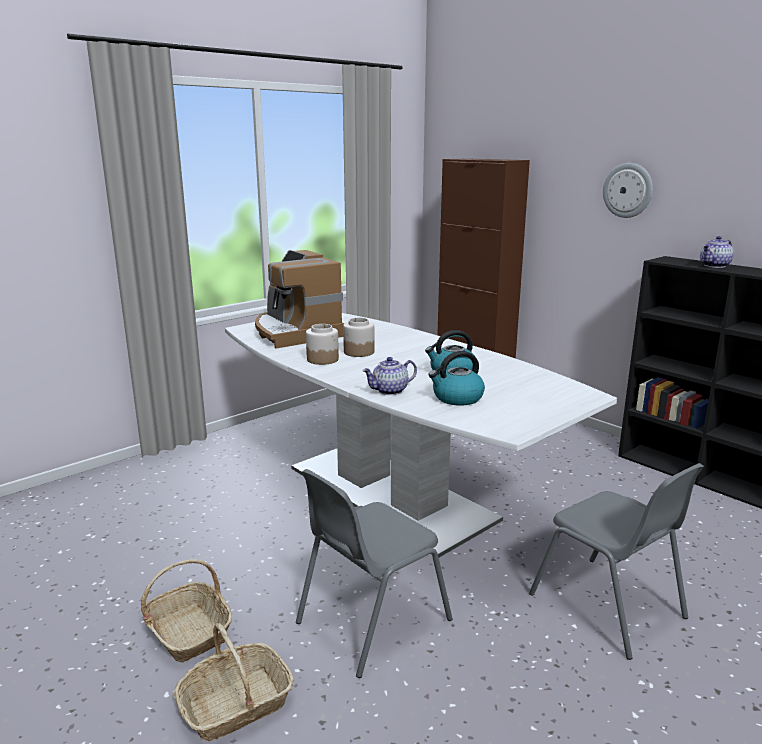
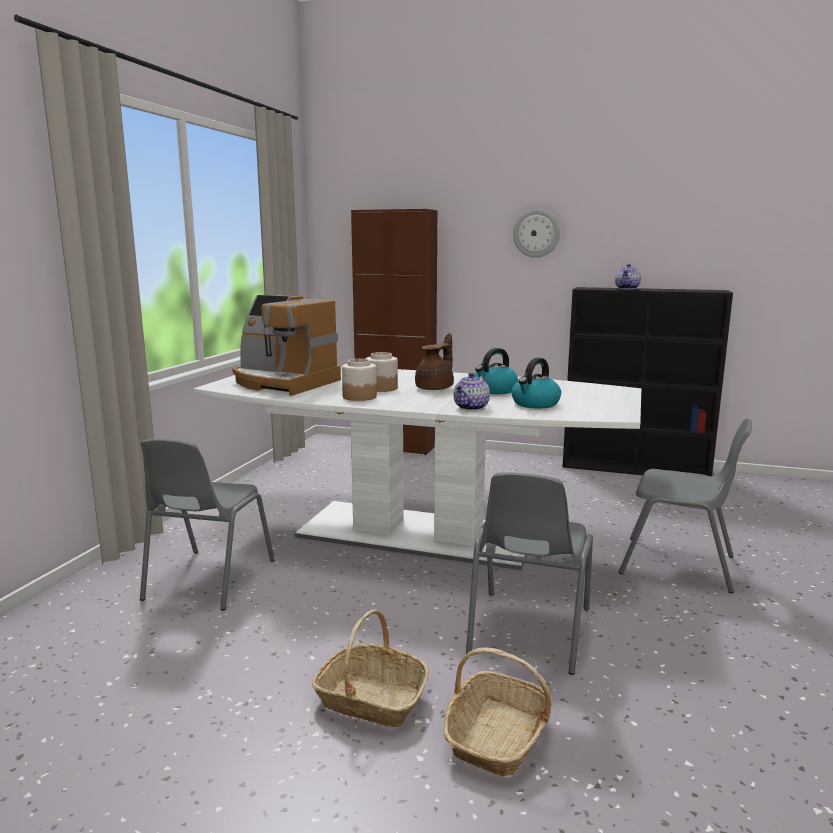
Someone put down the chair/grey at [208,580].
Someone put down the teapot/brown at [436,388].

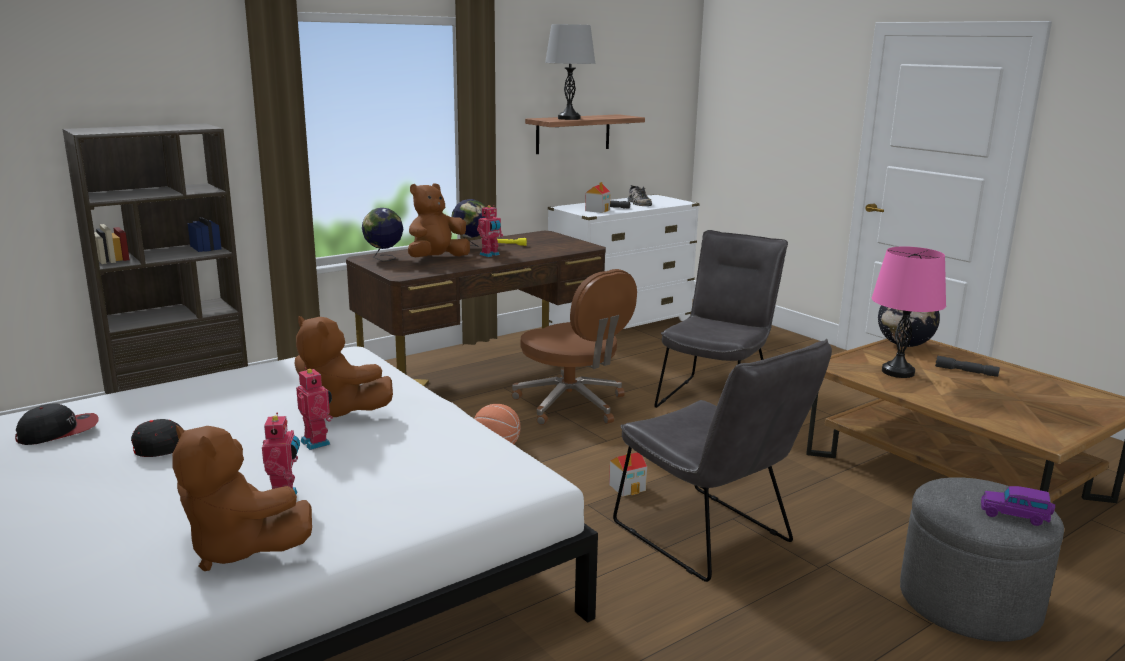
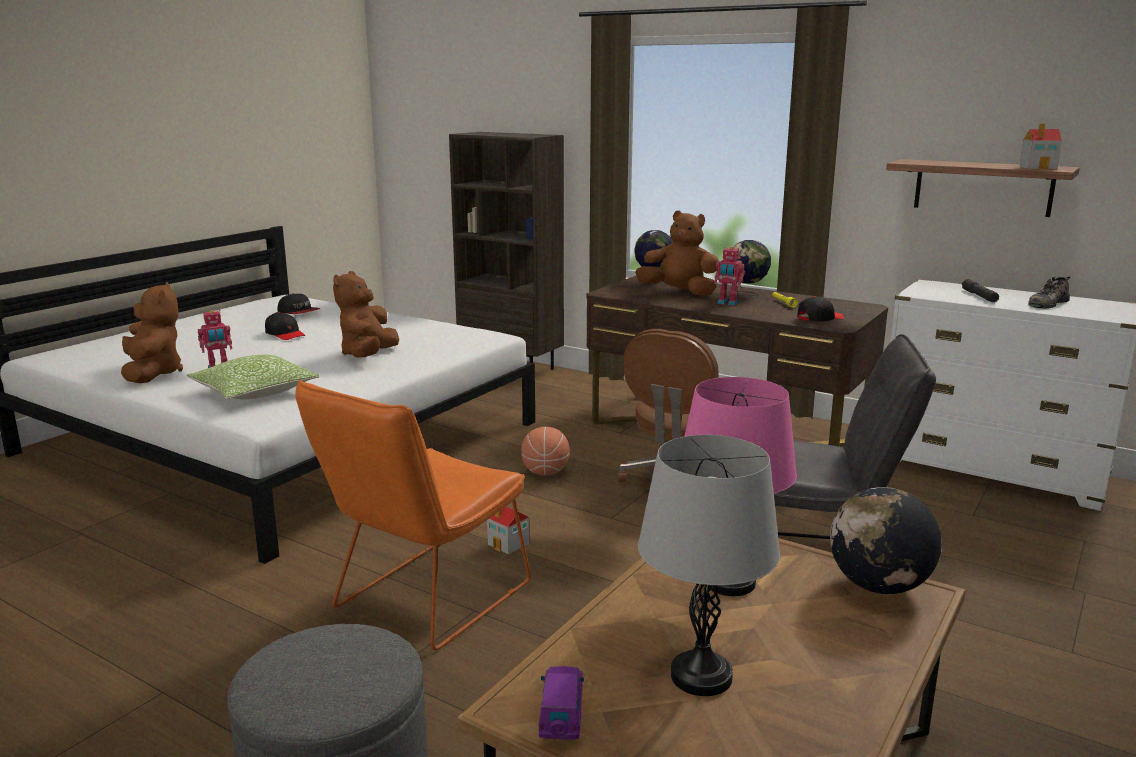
Someone rotated the plush toy/brown at [238,549] by 150 degrees clockwise.
Someone put down the pillow at [254,392].
Someone repainted the chair/grey at [710,538], which became the chair/orange at [424,601].
Someone carried the toy car/purple from [1015,516] to [561,716].
Someone carried the table lamp/grey from [569,118] to [701,676].
Someone put down the cap/black at [819,318].
Someone carried the toy house from [597,210] to [1038,167].
Someone took away the toy robot at [317,442].
Someone took away the flashlight/grey at [966,371].

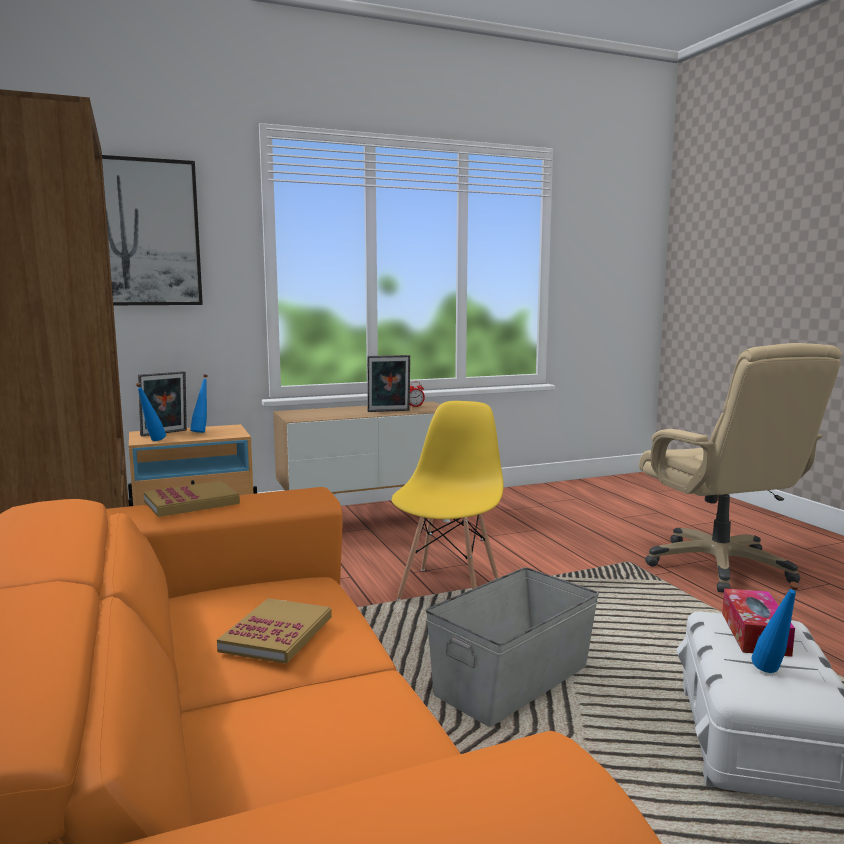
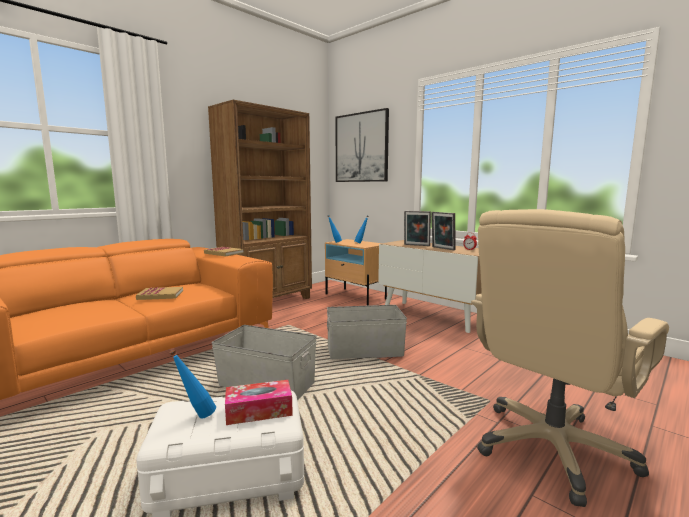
Someone swapped the chair/yellow at [449,588] for the storage box/grey at [365,351].
Someone carried the picture frame from [165,433] to [416,245].

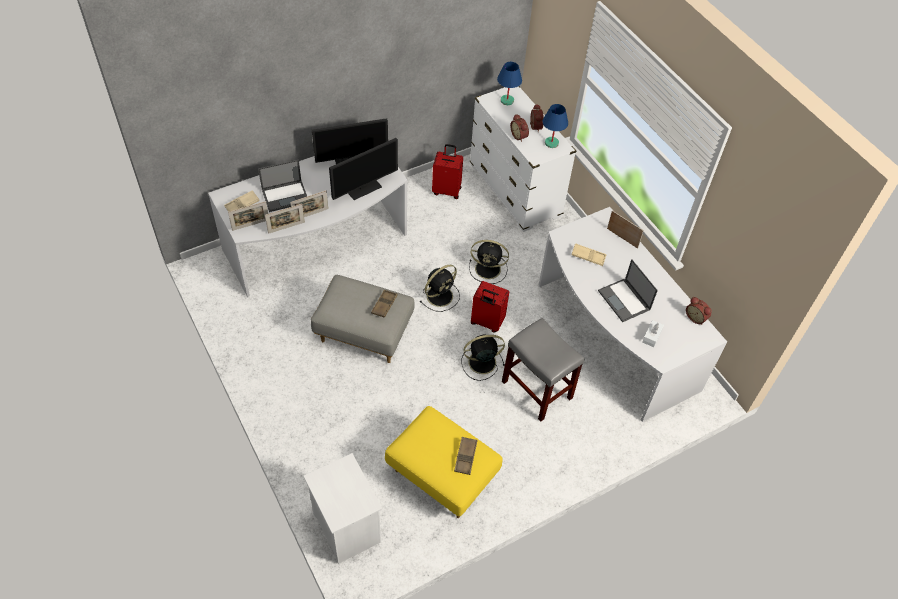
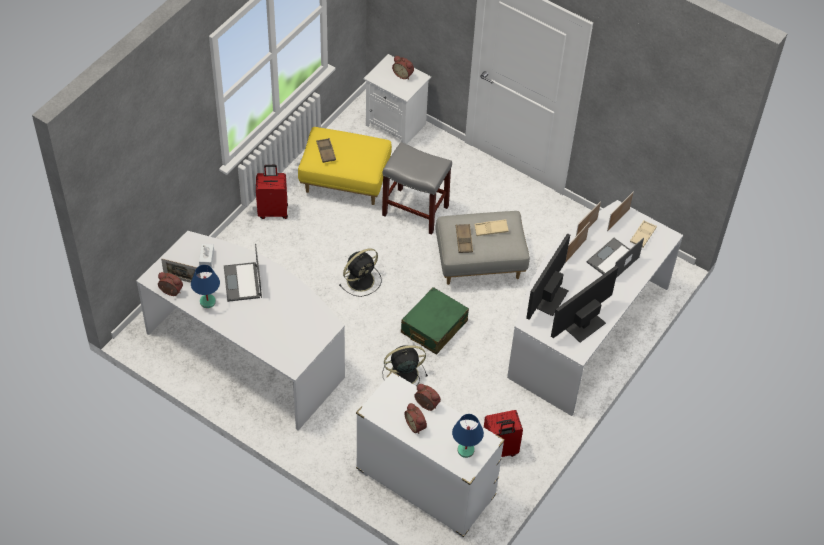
Someone carried the picture frame from [622,238] to [182,280].
Someone carried the table lamp/blue from [551,143] to [208,301].
Someone rotated the laptop at [624,300] by 135 degrees counterclockwise.
Someone carried the suitcase/red from [486,322] to [273,211].
Someone carried the stool/grey from [536,389] to [416,210].
Someone put down the alarm clock at [403,74].
Someone swapped the fan/black at [440,295] for the suitcase/green at [434,327].
Someone carried the tray/beige from [588,256] to [491,229].

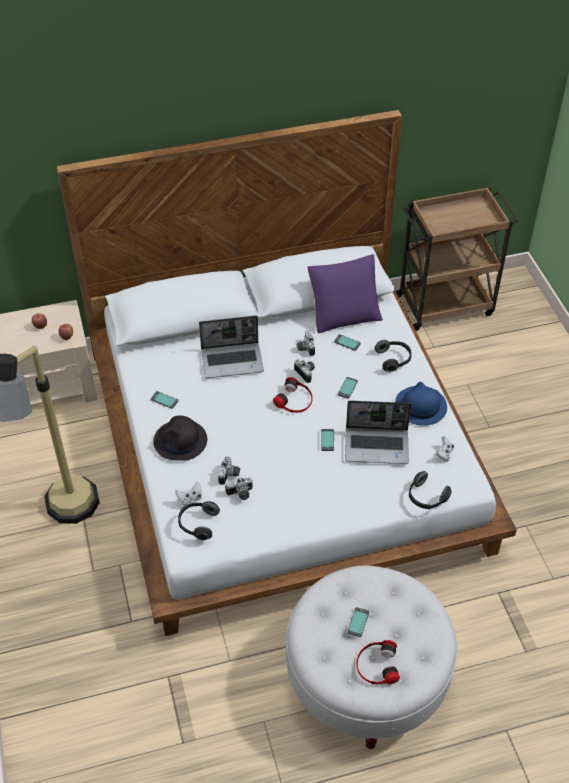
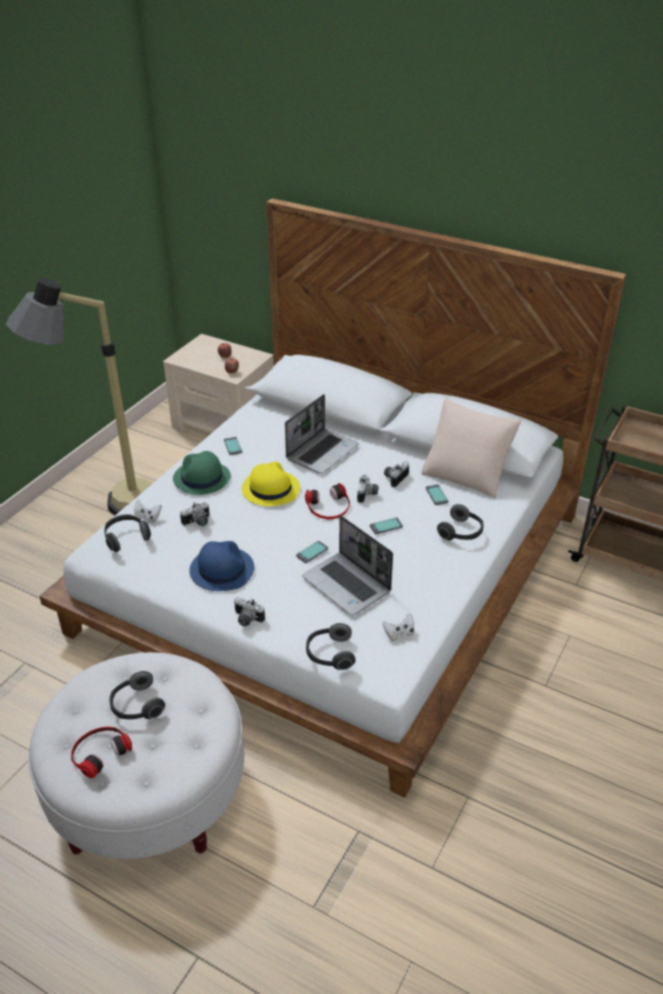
Someone swapped the phone at [358,622] for the headphones at [136,706].
Someone repainted the hat/black at [180,441], which became the hat/green at [201,478].
Someone carried the hat/blue from [420,406] to [221,569].
Someone carried the photo camera from [240,494] to [246,619].
Someone put down the hat/yellow at [270,489].
Someone rotated the laptop at [233,360] by 90 degrees counterclockwise.
Someone repainted the pillow/purple at [344,313], which became the pillow/beige at [466,474].

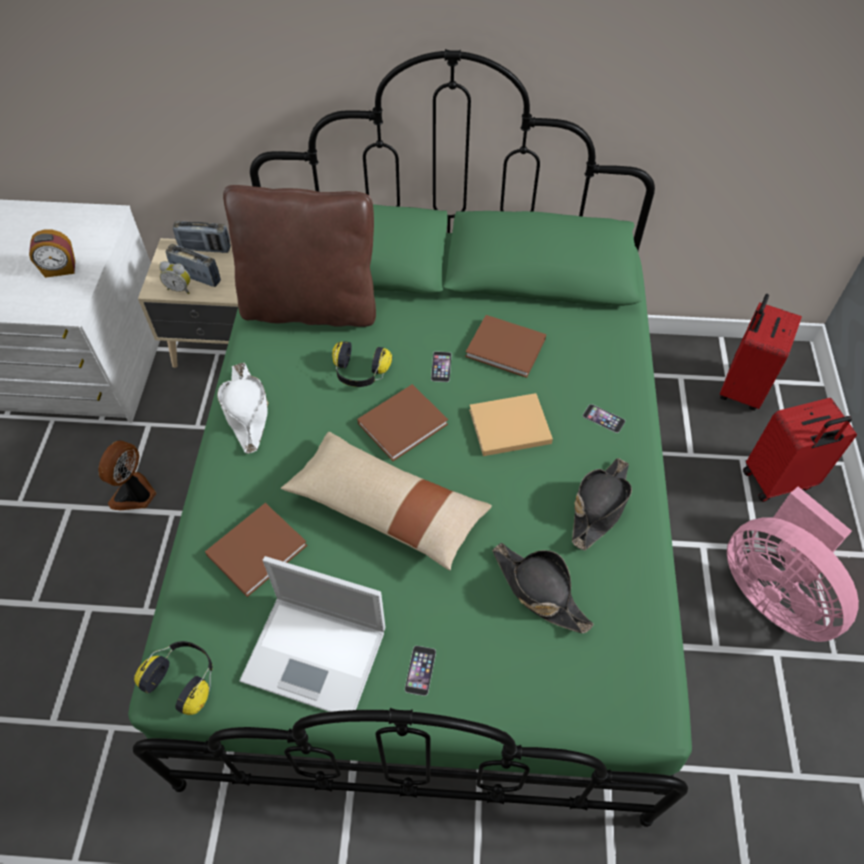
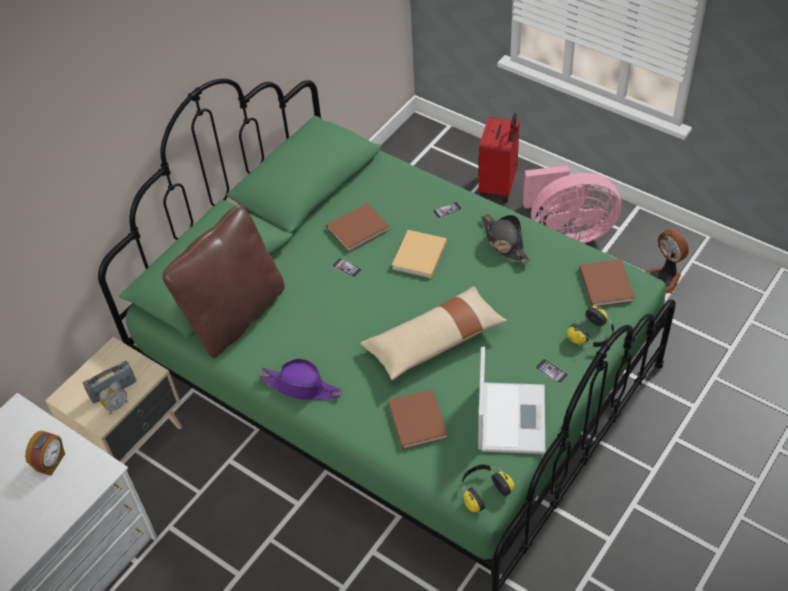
Someone repainted the hat/white at [246,412], which became the hat/purple at [301,387].
Someone rotated the laptop at [317,655] by 45 degrees counterclockwise.
Someone carried the headphones from [359,373] to [592,335].
Someone carried the book/brown from [405,422] to [605,283].
Someone carried the fan from [135,494] to [665,277].
Someone took away the radio at [205,248].
Someone took away the hat/black at [539,590].
Someone took away the suitcase/red at [741,388].

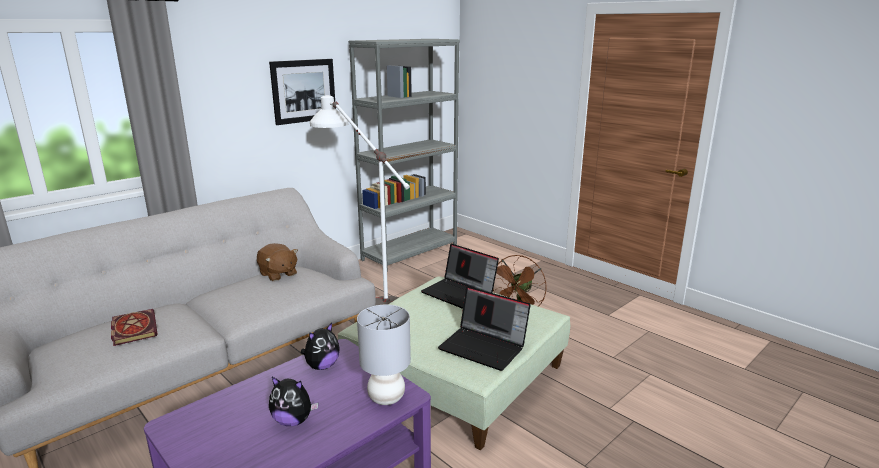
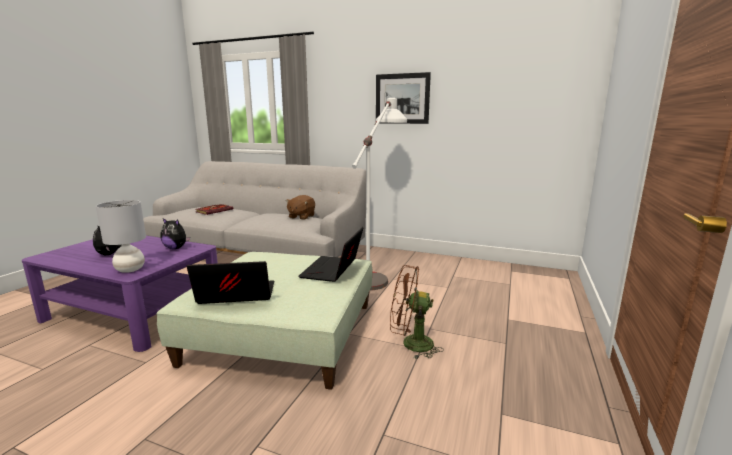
Someone rotated the laptop at [484,347] by 75 degrees clockwise.
Someone took away the bookcase/grey at [410,252].

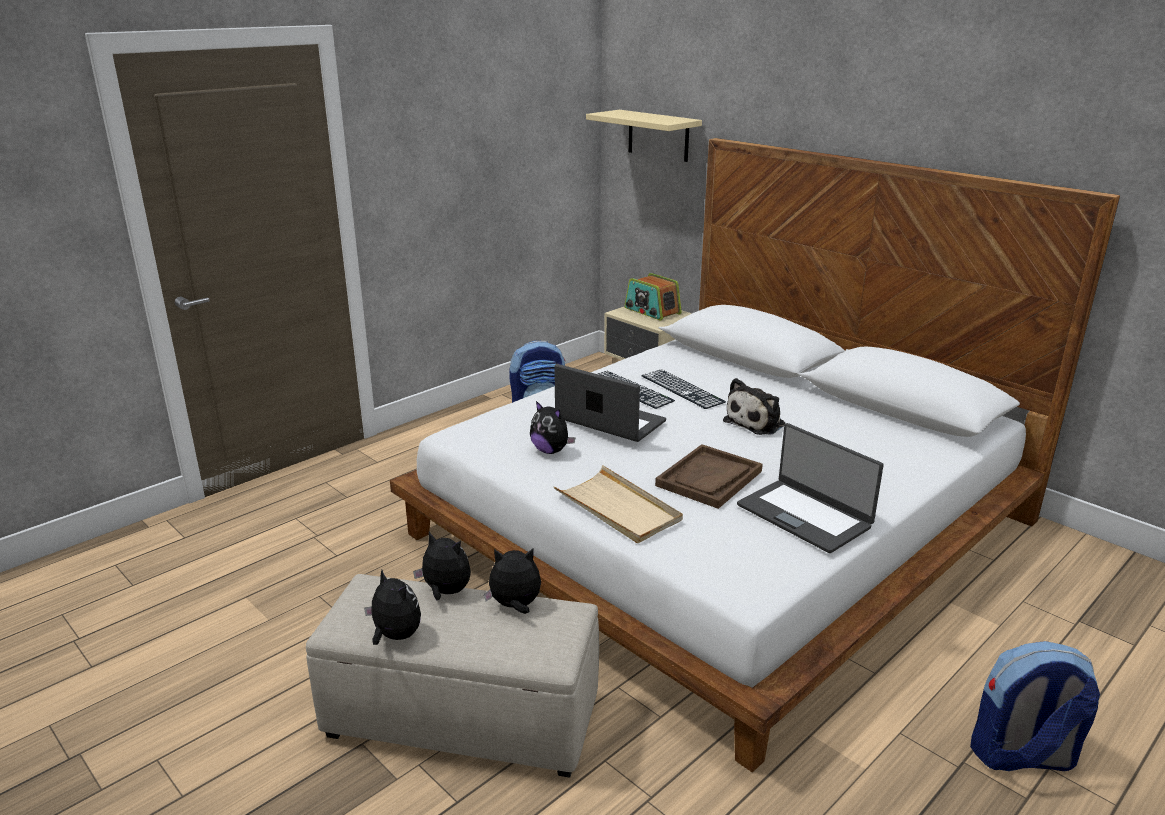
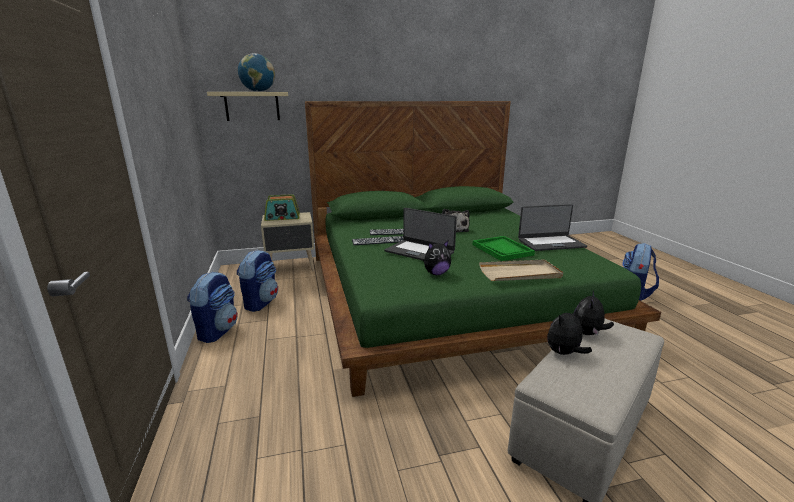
Someone put down the backpack at [217,331].
Someone put down the globe at [258,91].
Someone repainted the bed/white at [720,527], which became the bed/green at [446,294].
Someone rotated the laptop at [609,421] by 120 degrees counterclockwise.
Someone repainted the tray/brown at [709,478], which became the tray/green at [502,250].
Someone took away the plush toy at [395,636].

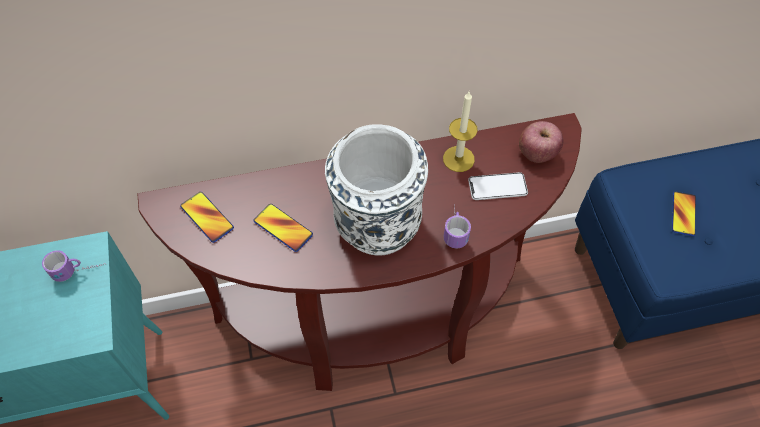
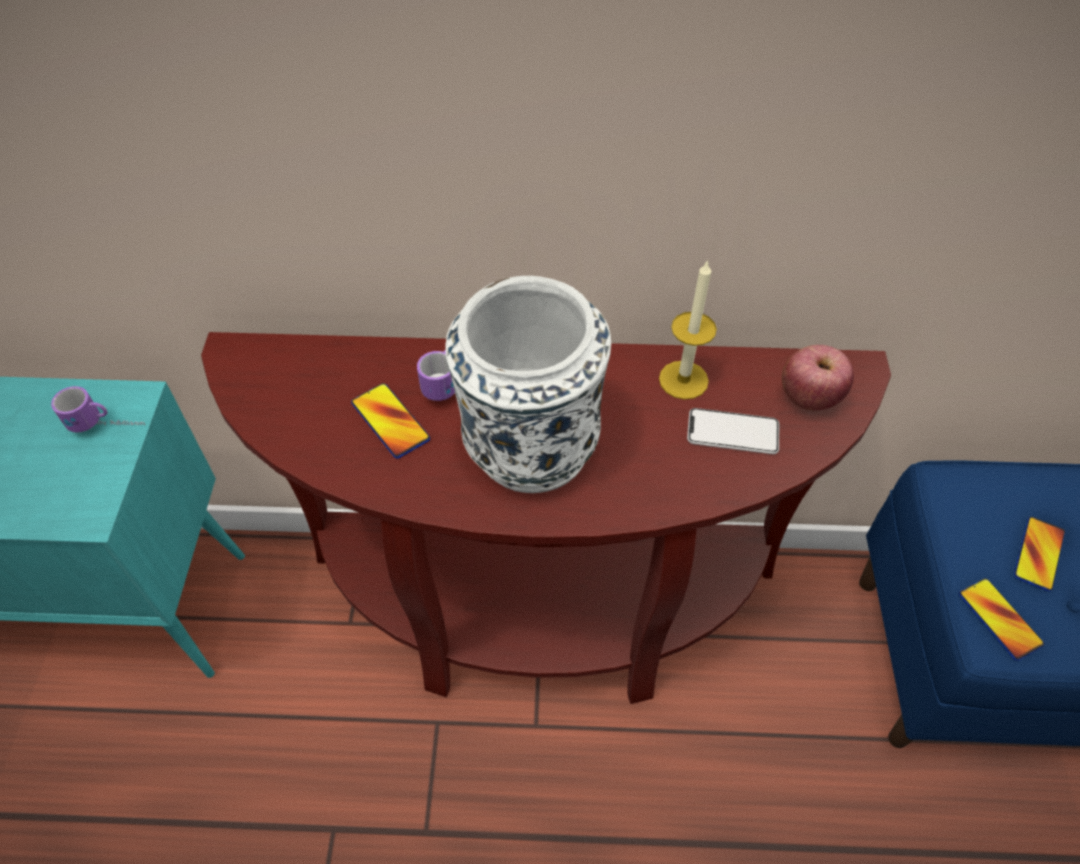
Someone carried the mug from [455,228] to [448,378].
Someone carried the phone from [207,217] to [999,619].

